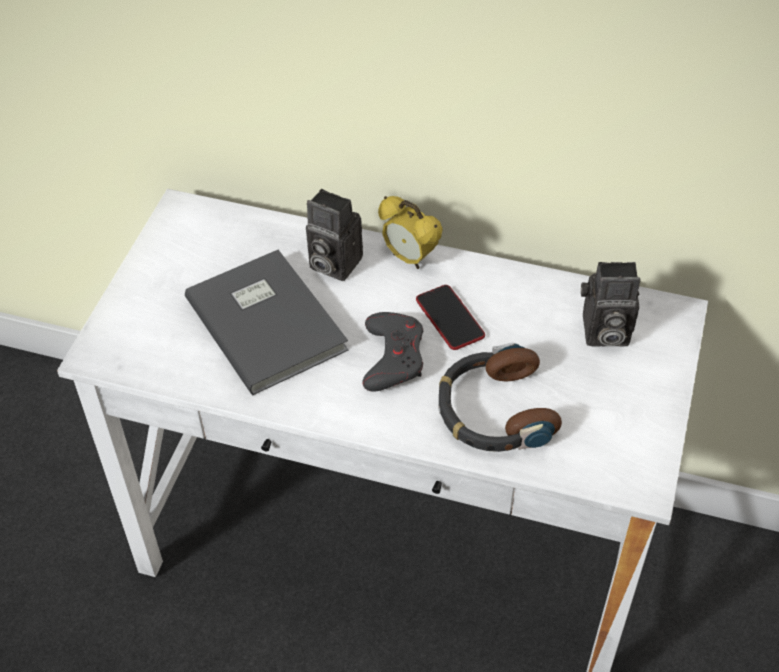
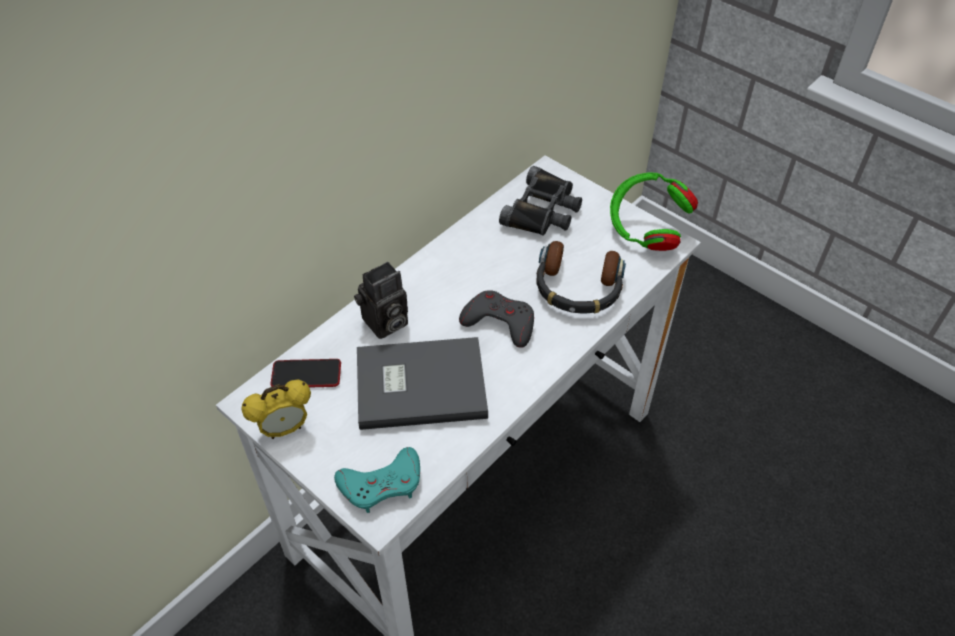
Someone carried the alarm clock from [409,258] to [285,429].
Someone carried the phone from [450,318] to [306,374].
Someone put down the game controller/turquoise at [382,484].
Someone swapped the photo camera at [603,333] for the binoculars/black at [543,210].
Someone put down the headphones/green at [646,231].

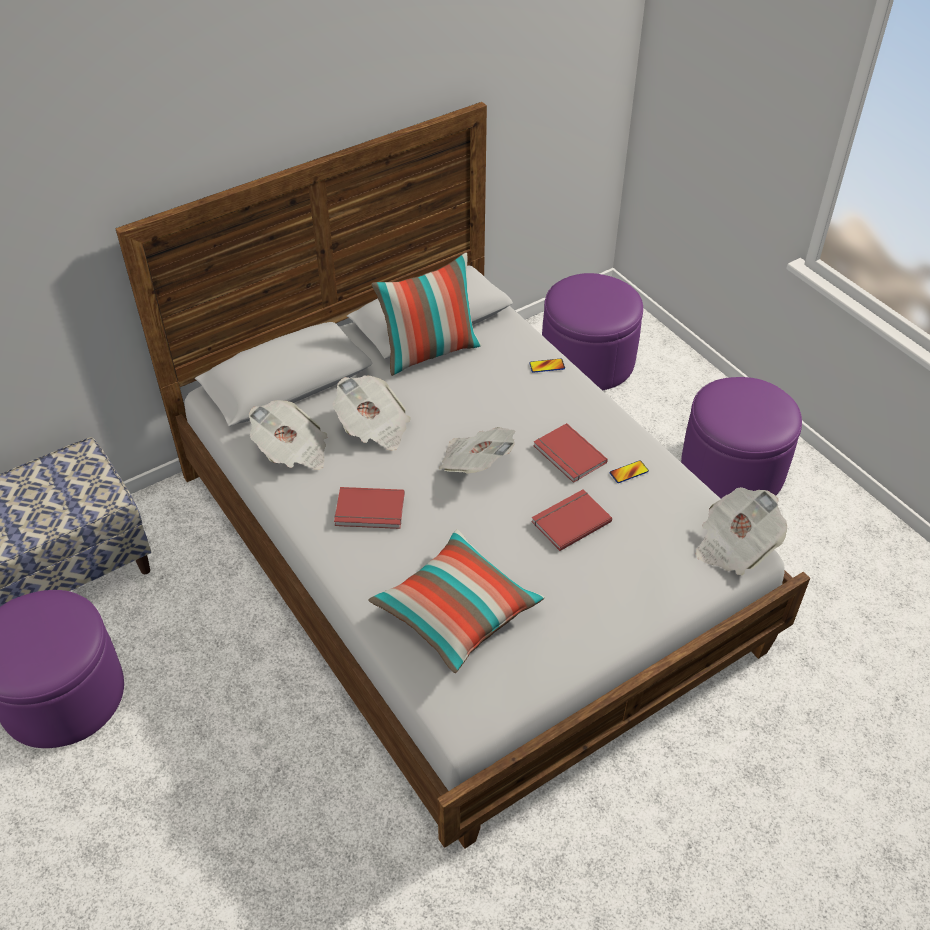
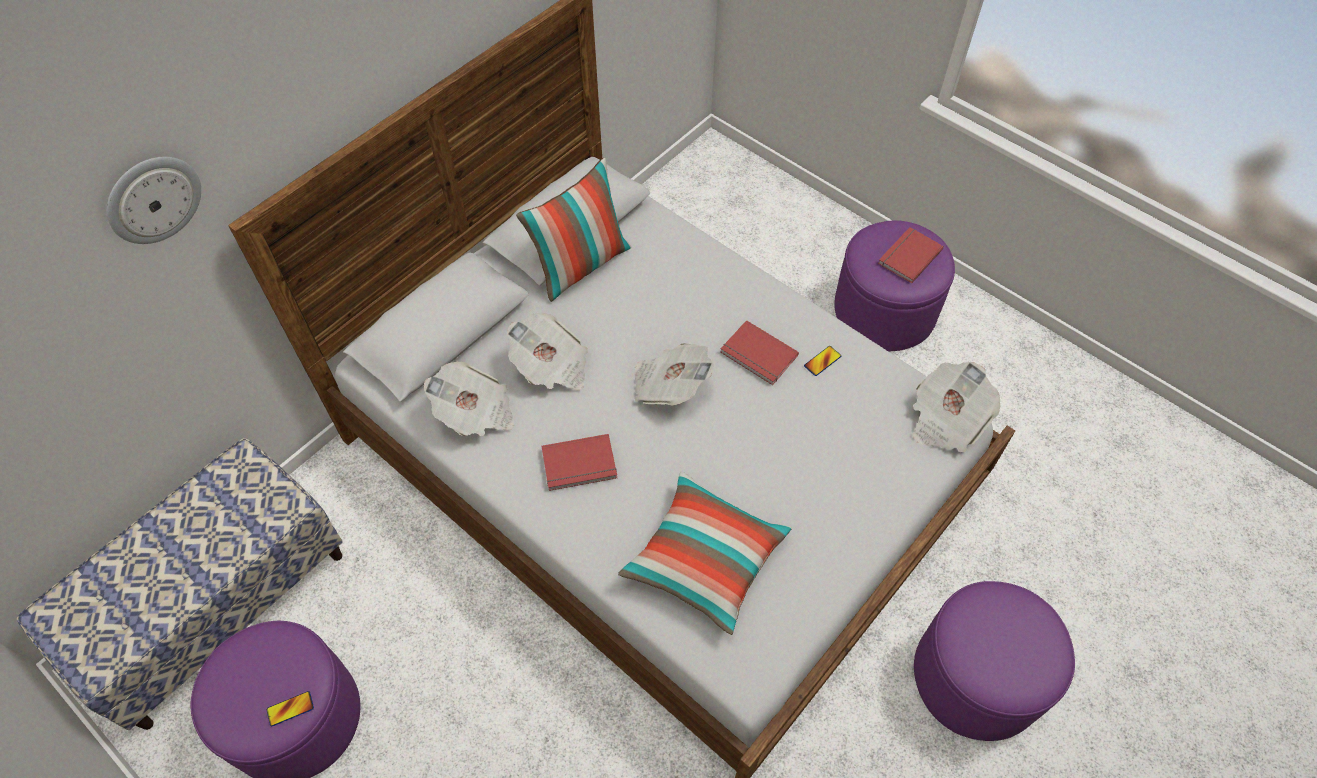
Someone put up the wall clock at [153,199].
Someone carried the phone from [547,366] to [290,709].
Someone carried the book/red from [569,520] to [908,256].
Someone carried the ottoman/purple from [587,360] to [976,677].

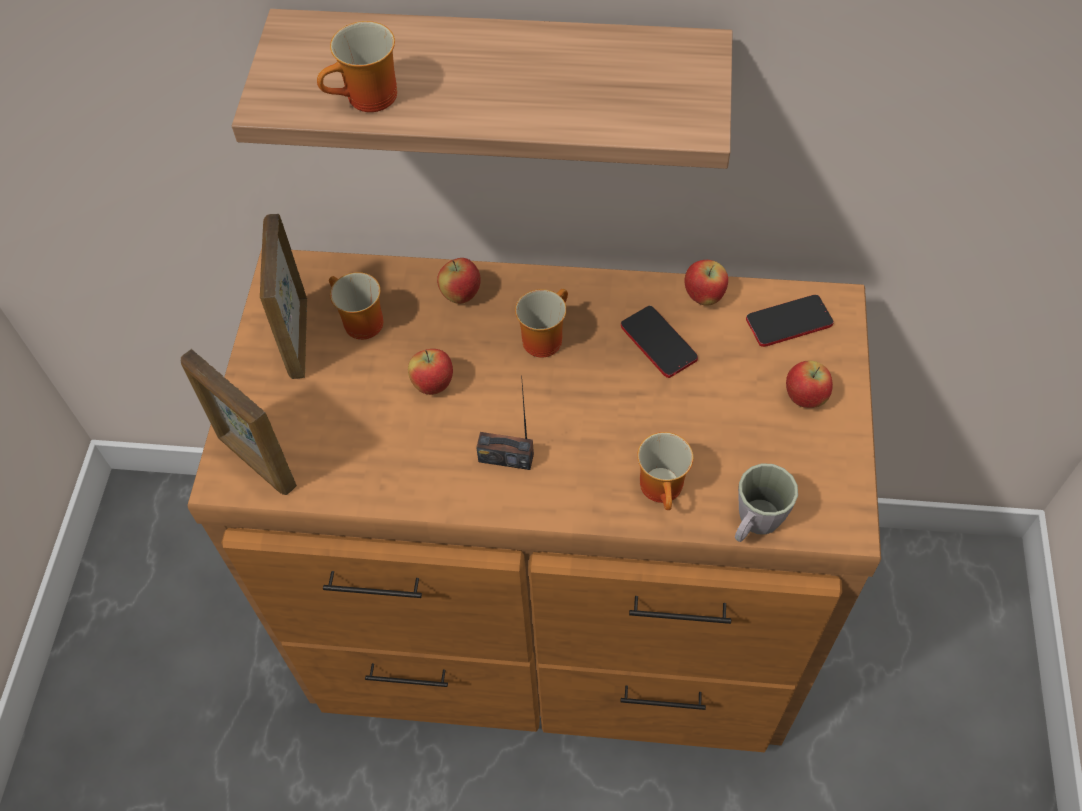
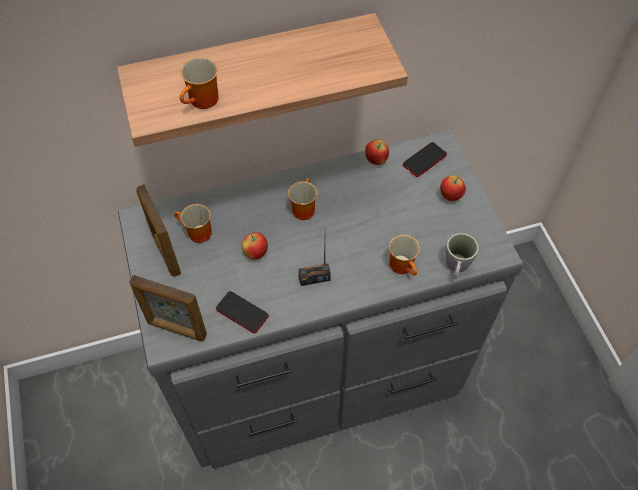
Someone repainted the dresser/brown at [554,624], which became the dresser/grey at [319,371].
Someone carried the phone from [658,342] to [242,312].
Someone took away the apple at [461,295].

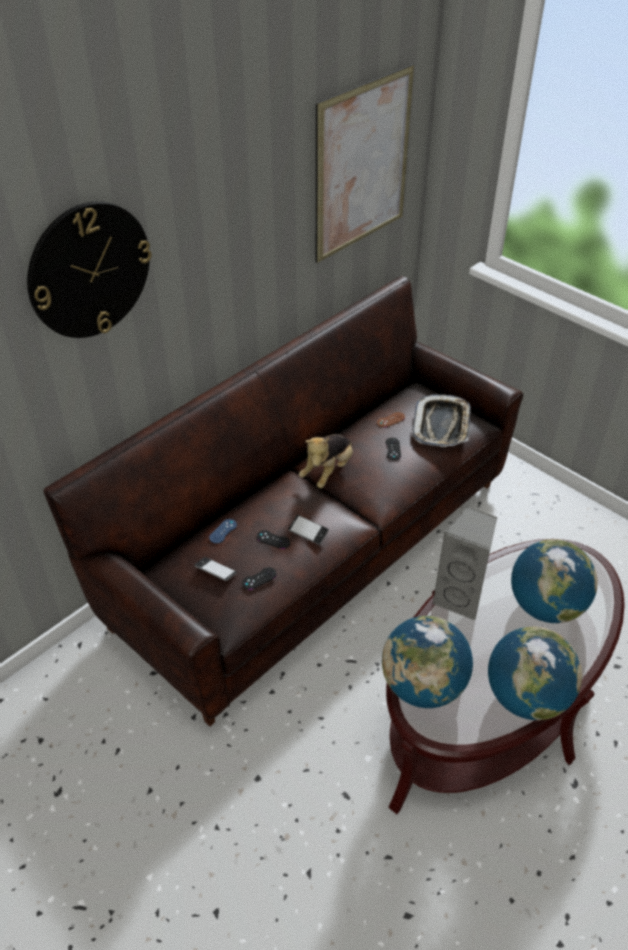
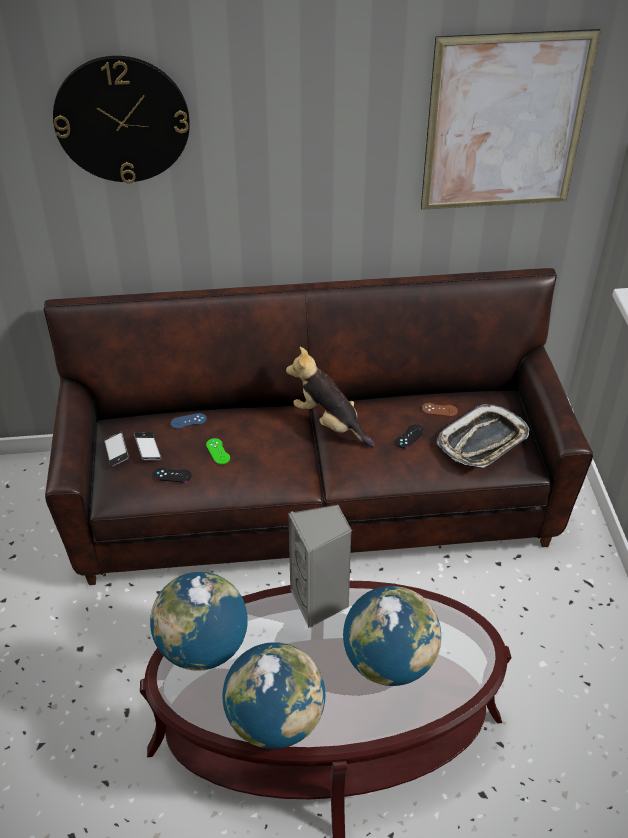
Someone carried the phone from [308,532] to [116,451].
Someone repainted the game controller/black at [273,539], which became the game controller/green at [218,451].
Someone rotated the plush toy at [328,471] by 60 degrees clockwise.

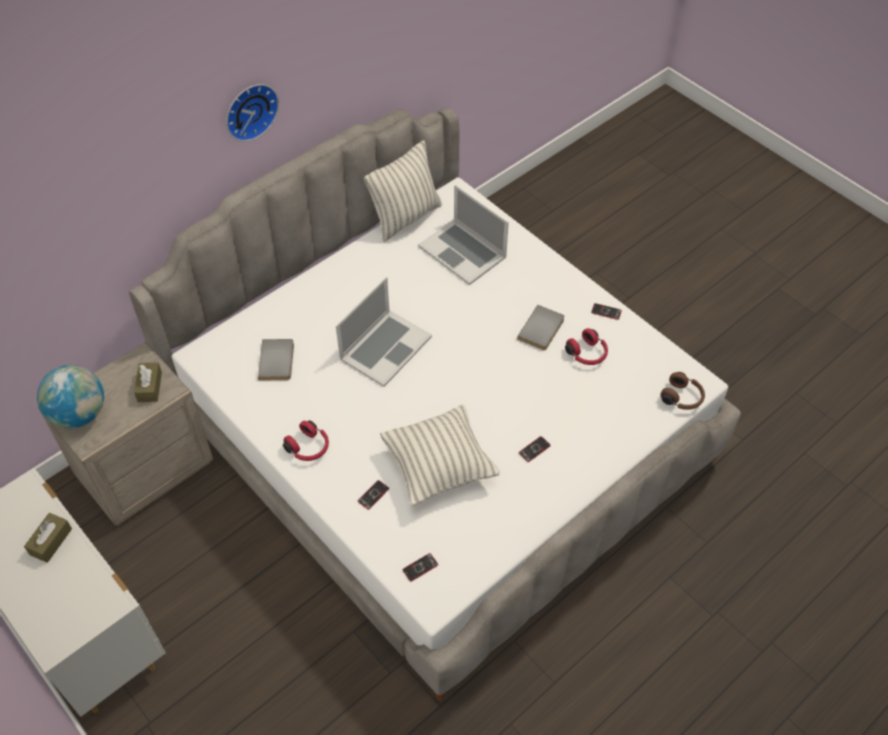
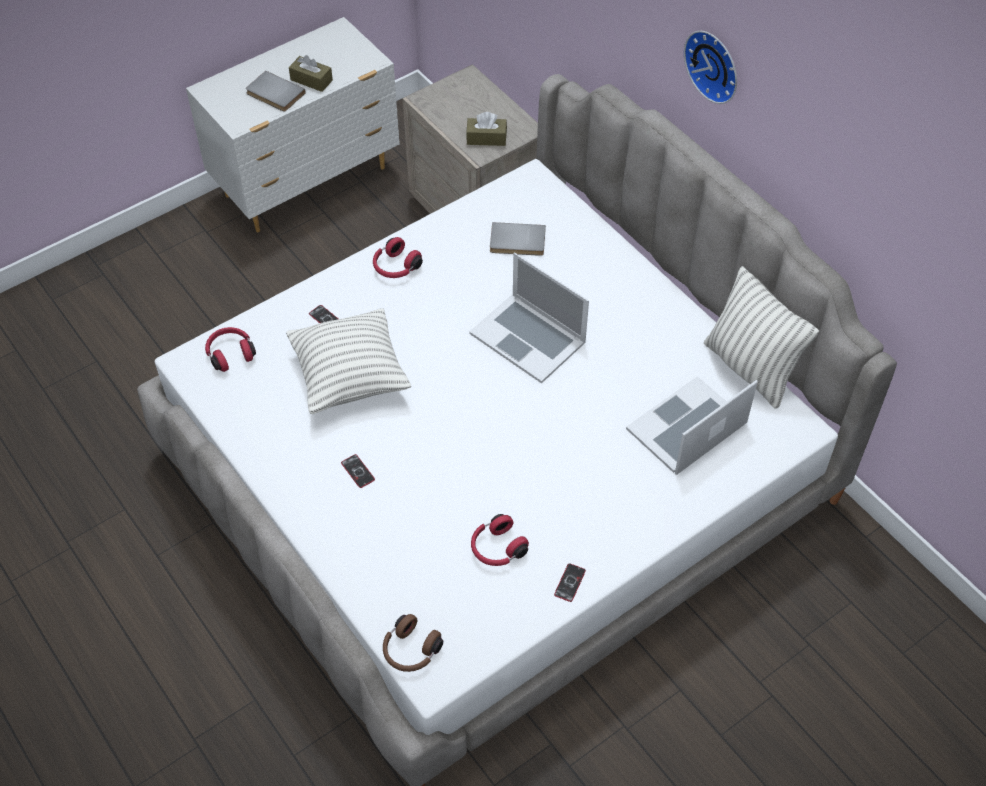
Someone swapped the phone at [420,567] for the headphones/red at [230,353].
Someone carried the book/grey from [542,329] to [274,94].
Someone took away the globe at [79,414].

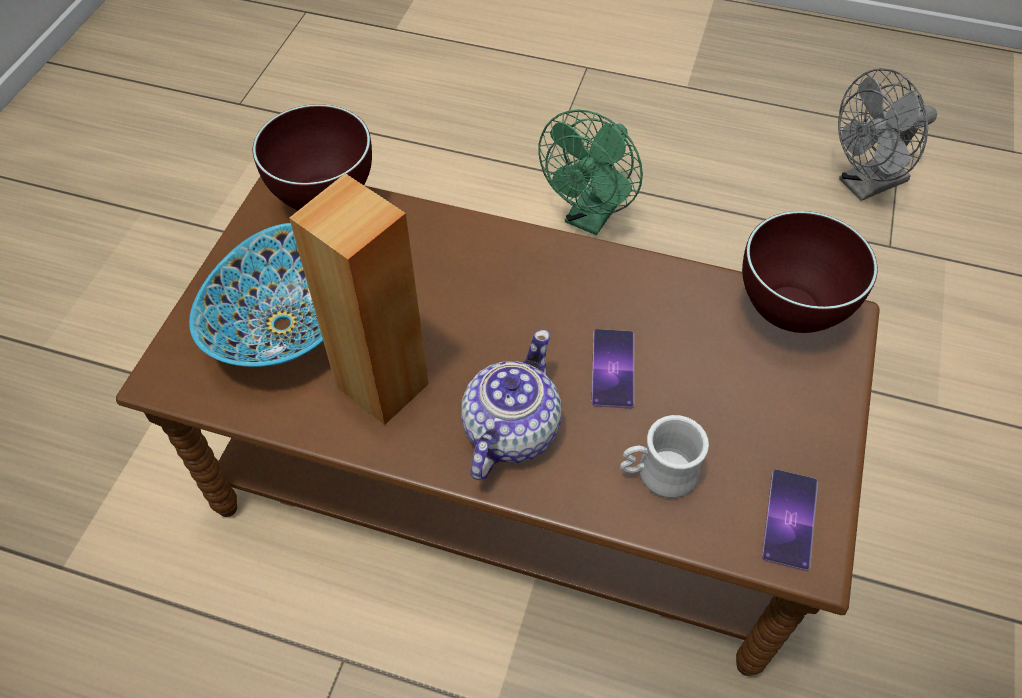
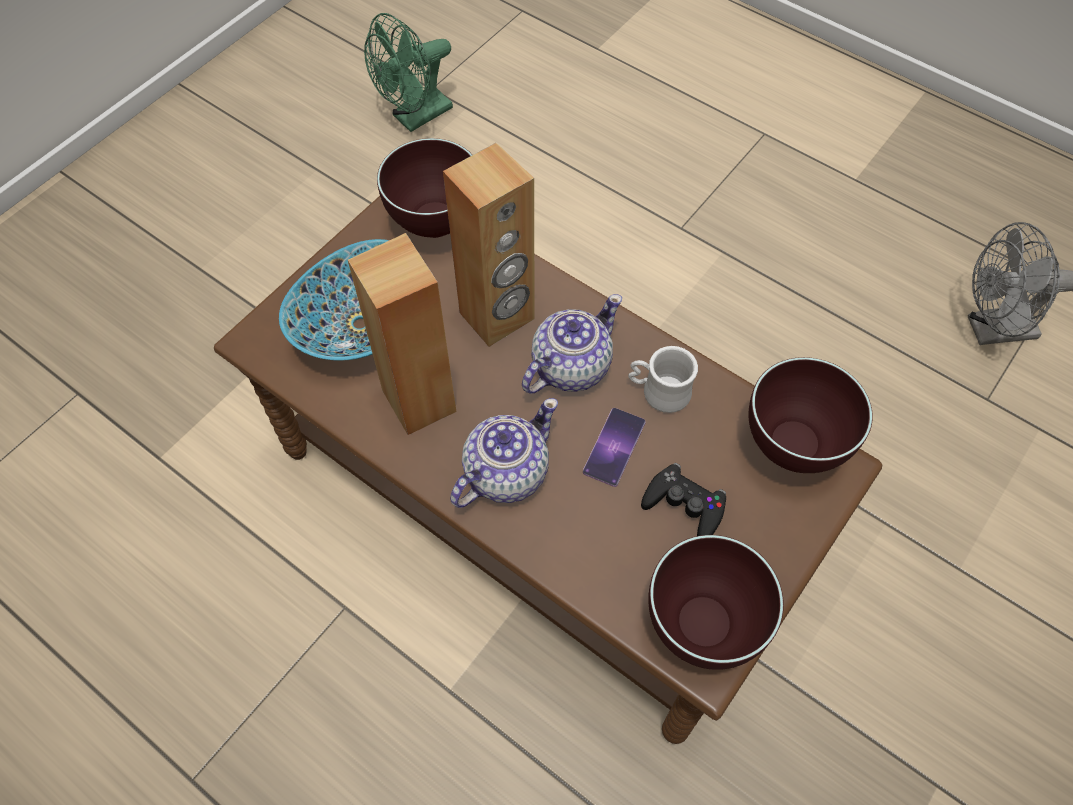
Someone carried the fan/green from [590,218] to [415,117].
Someone put down the speaker/brown at [497,316].
Someone put down the teapot at [569,367].
Someone carried the mug/white from [657,474] to [658,392].
Someone put down the game controller/black at [684,506].
Someone swapped the phone at [789,519] for the bowl/brown at [705,626].

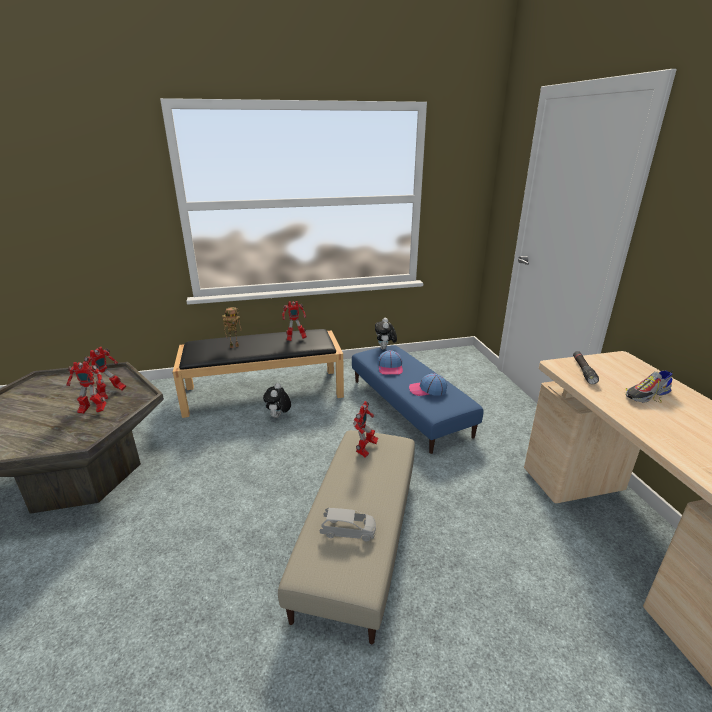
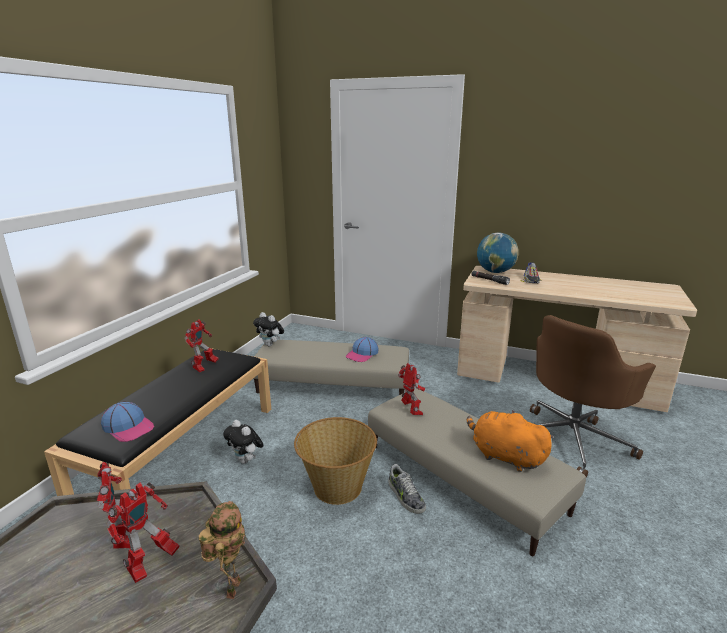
Someone carried the cap from [390,367] to [129,427].
Someone carried the toy robot from [234,346] to [231,587].
Someone repainted the ottoman/blue at [409,407], which became the ottoman/beige at [333,384].
Someone put down the basket at [336,487].
Someone put down the shoe at [405,496].
Someone swapped the toy car/grey at [348,531] for the plush toy/orange at [504,456].
Someone put down the globe at [495,272].
Someone put down the office chair/brown at [572,440].

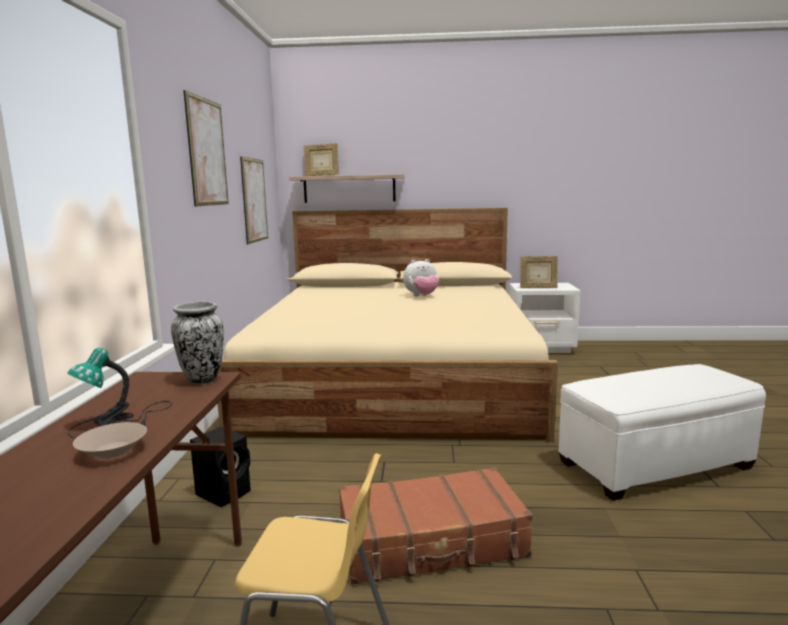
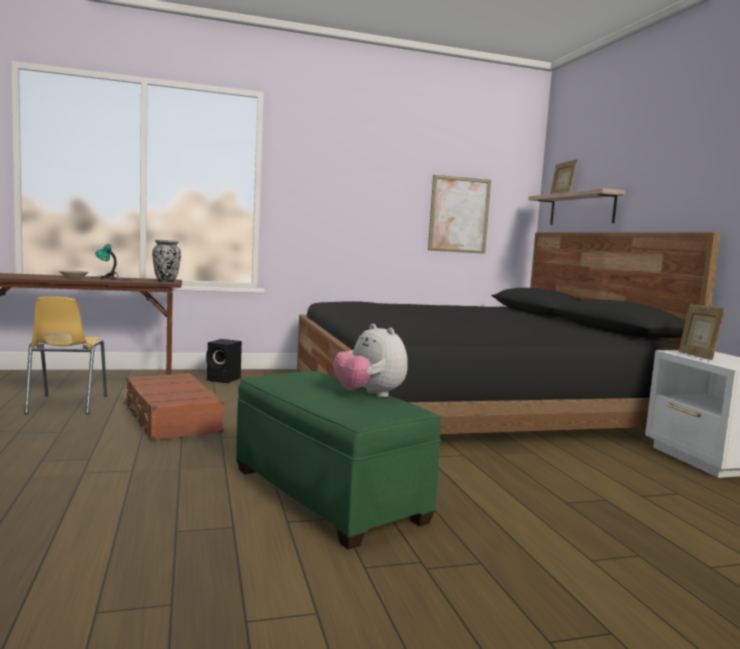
Someone repainted the ottoman/white at [654,465], which became the ottoman/green at [327,495].
Someone repainted the bed/beige at [395,378], which became the bed/black at [467,401].
Someone carried the plush toy from [422,296] to [369,395].
Someone took away the picture at [207,152].

